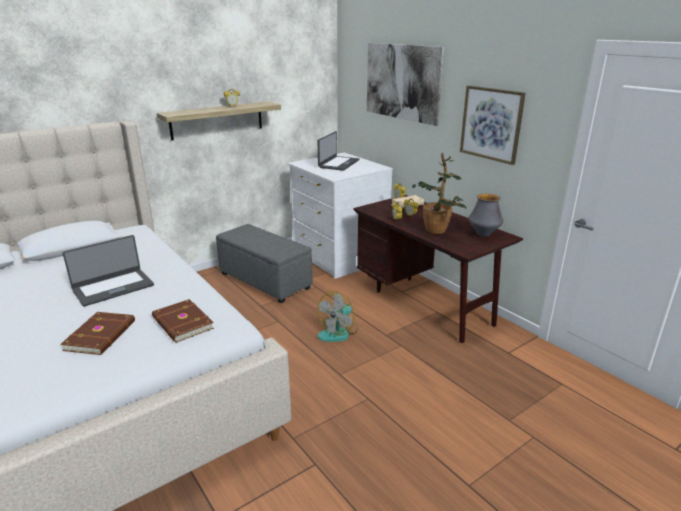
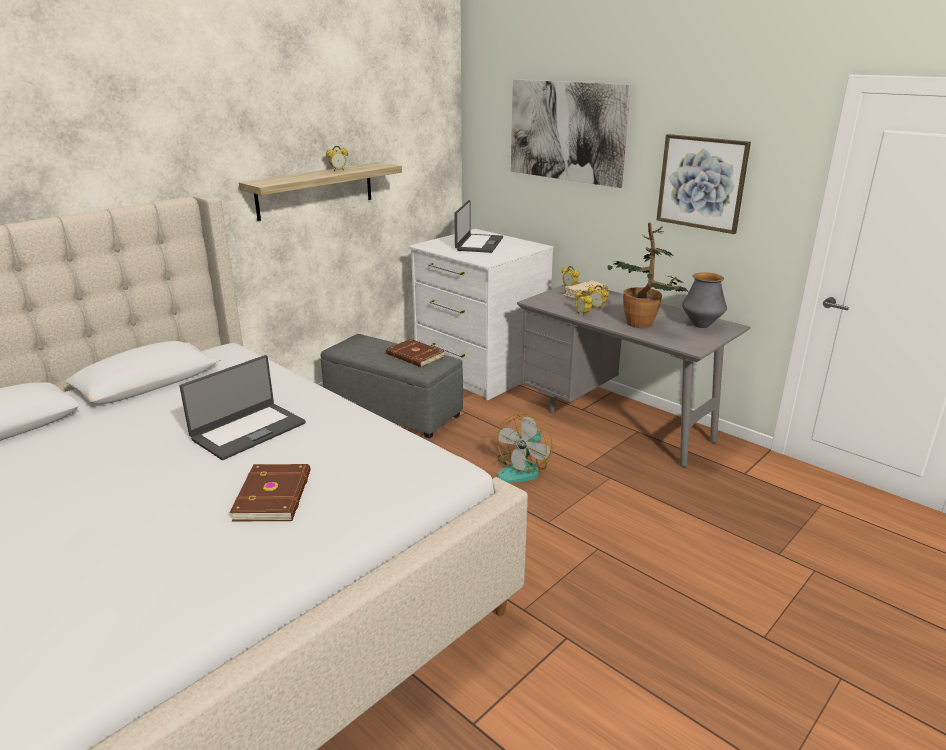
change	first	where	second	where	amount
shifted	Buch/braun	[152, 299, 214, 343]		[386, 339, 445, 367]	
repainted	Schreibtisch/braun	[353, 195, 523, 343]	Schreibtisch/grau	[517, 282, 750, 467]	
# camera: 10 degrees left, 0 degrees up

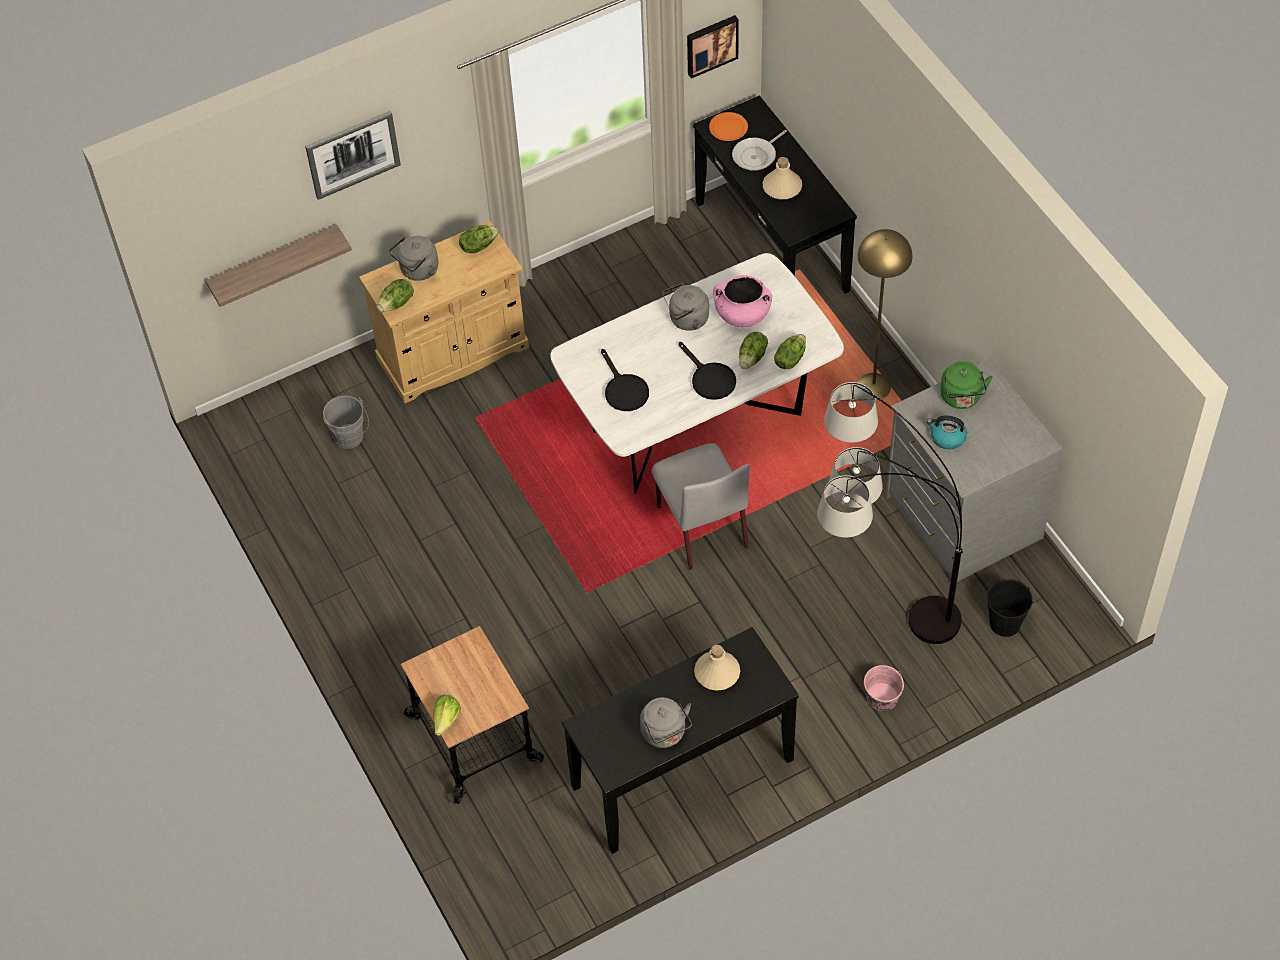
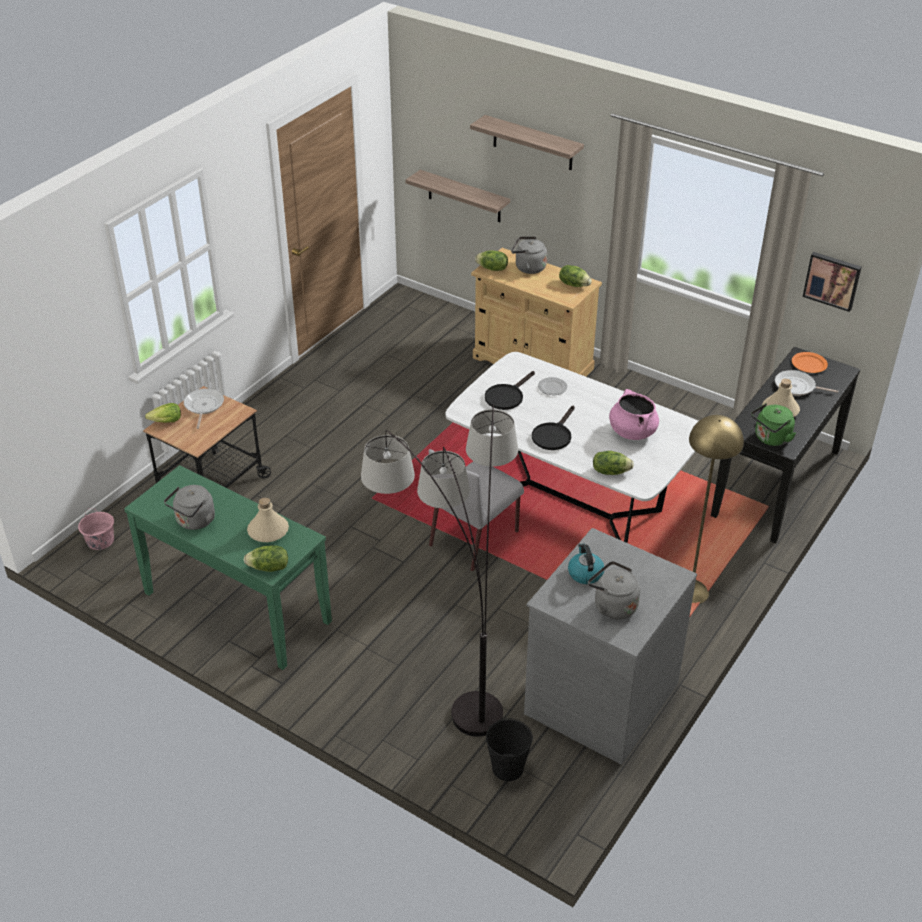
change	first	where	second	where	amount
gone	Eimer/grau	[323, 395, 369, 449]			
new			Pfanne	[184, 388, 224, 429]	
new			Teller	[538, 377, 567, 395]	
shifted	Wasserkessel/grau	[663, 283, 709, 331]		[588, 561, 640, 619]	
shifted	Salatkopf	[739, 332, 768, 370]		[244, 545, 288, 572]	
shifted	Eimer/rosa	[864, 665, 904, 711]		[78, 508, 114, 550]	
shifted	Wasserkessel/grün	[940, 361, 993, 409]		[751, 403, 796, 446]	
swapped	Bild	[305, 111, 401, 200]	Wandregal	[470, 115, 584, 170]	
repainted	Konsolentisch/schwarz	[562, 627, 799, 854]	Konsolentisch/grün	[124, 465, 332, 670]	
# camera: 60 degrees right, 15 degrees down

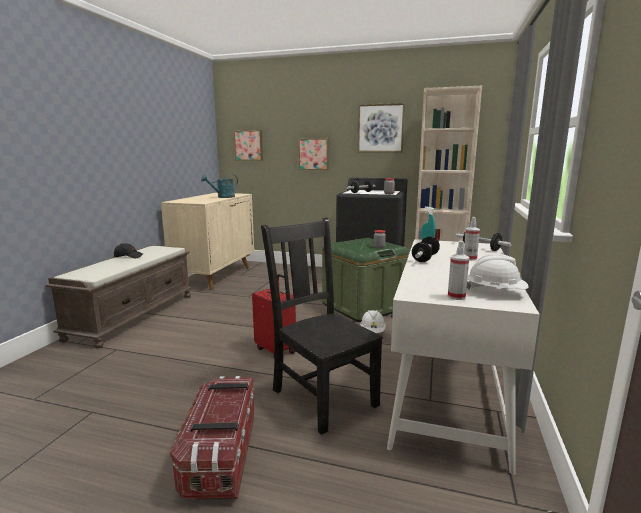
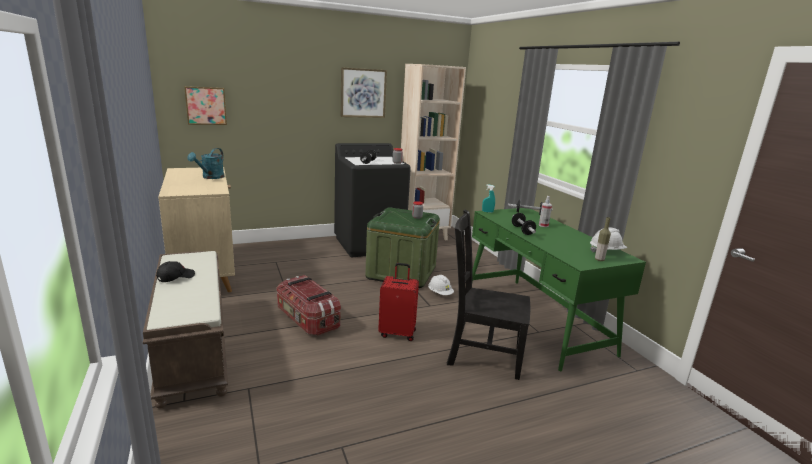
change	first	where	second	where	amount
gone	Bild	[299, 139, 329, 170]			
shifted	Aufbewahrungsbox	[170, 376, 254, 500]		[276, 275, 341, 336]	
swapped	Sprühflasche	[448, 241, 469, 300]	Flasche	[595, 217, 611, 261]	
repainted	Schreibtisch/weiß	[387, 239, 540, 475]	Schreibtisch/grün	[472, 208, 646, 371]	
# camera: 40 degrees left, 5 degrees up

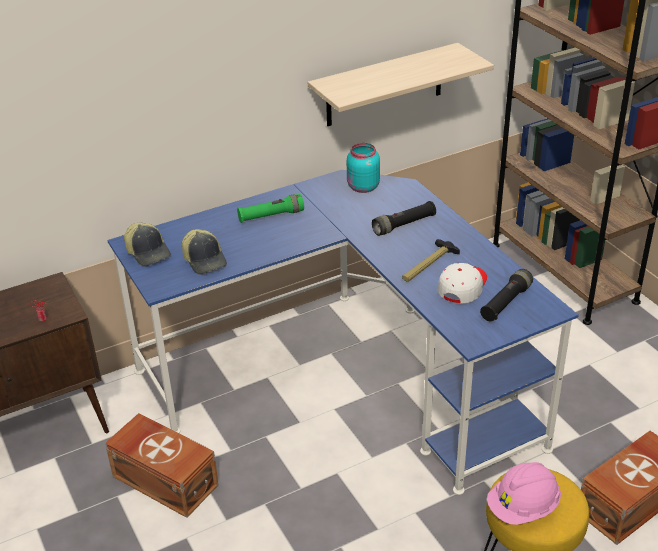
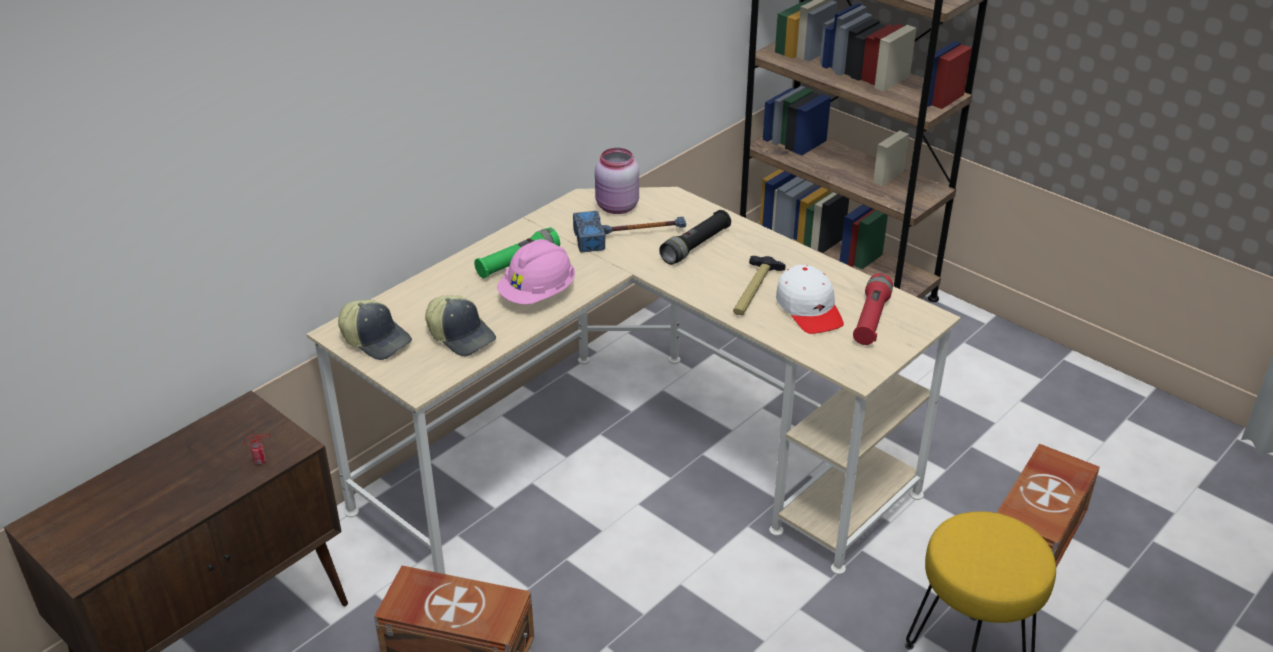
change	first	where	second	where	amount
gone	Wandregal	[308, 43, 494, 126]			
new			Hammer	[573, 211, 686, 253]	
shifted	Schutzhelm/rosa	[487, 462, 561, 525]		[497, 239, 575, 305]	
repainted	Schreibtisch/blau	[107, 170, 579, 495]	Schreibtisch/beige	[307, 187, 961, 574]	
repainted	Vorratsglas/türkis	[347, 143, 380, 193]	Vorratsglas/rosa	[595, 148, 639, 214]	
repainted	Taschenlampe/schwarz	[480, 269, 533, 322]	Taschenlampe/rot	[853, 273, 893, 345]	
rotated	Kappe/weiß	[438, 263, 487, 303]		[776, 265, 844, 334]	150 degrees clockwise
# camera: 20 degrees left, 0 degrees up

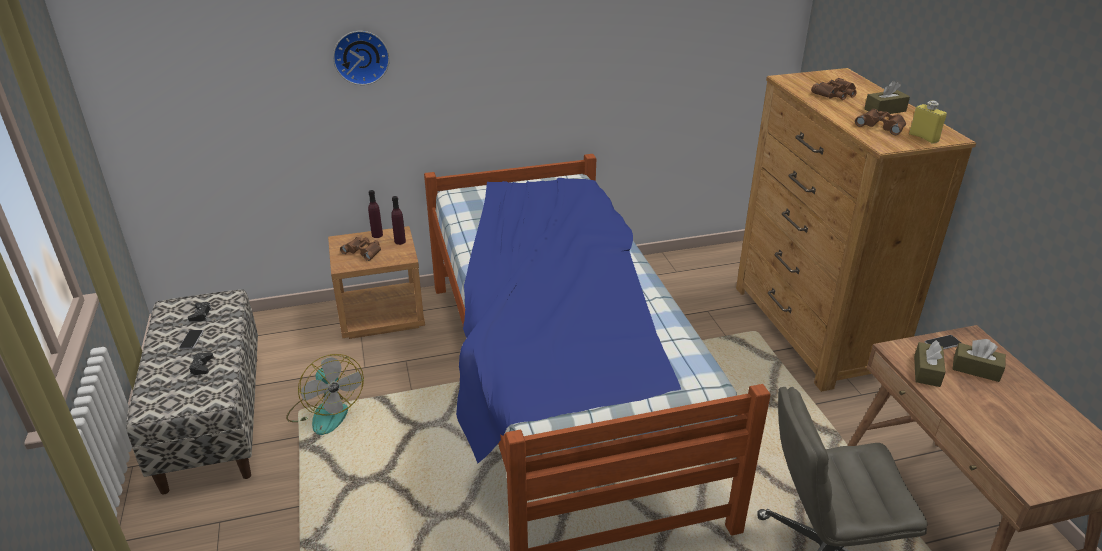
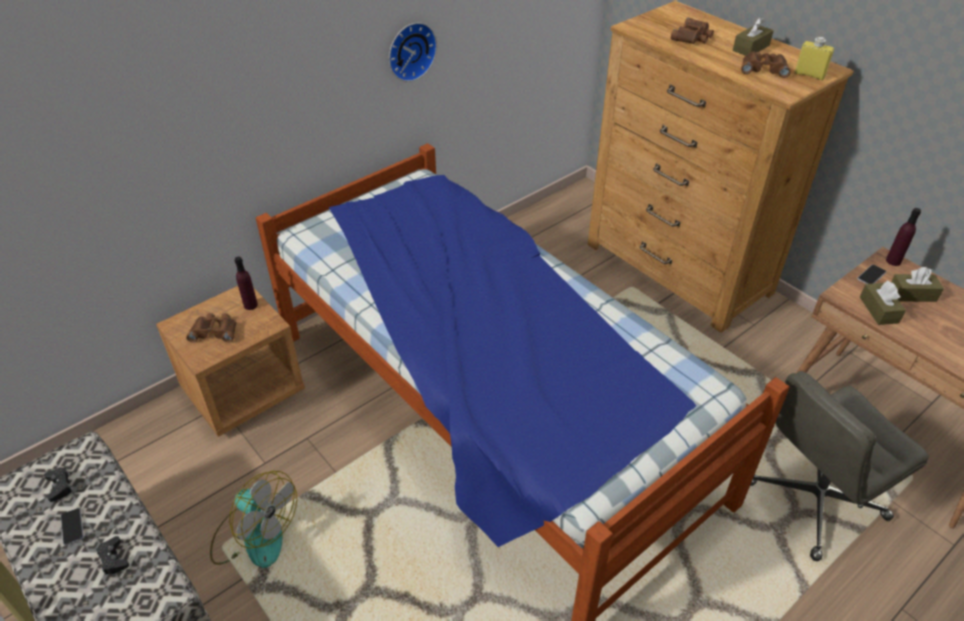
change	first	where	second	where	amount
shifted	Wanduhr	[333, 31, 390, 85]		[389, 23, 437, 82]	
shifted	Flasche/lila	[368, 190, 383, 238]		[886, 208, 921, 266]	
# camera: 25 degrees left, 10 degrees up

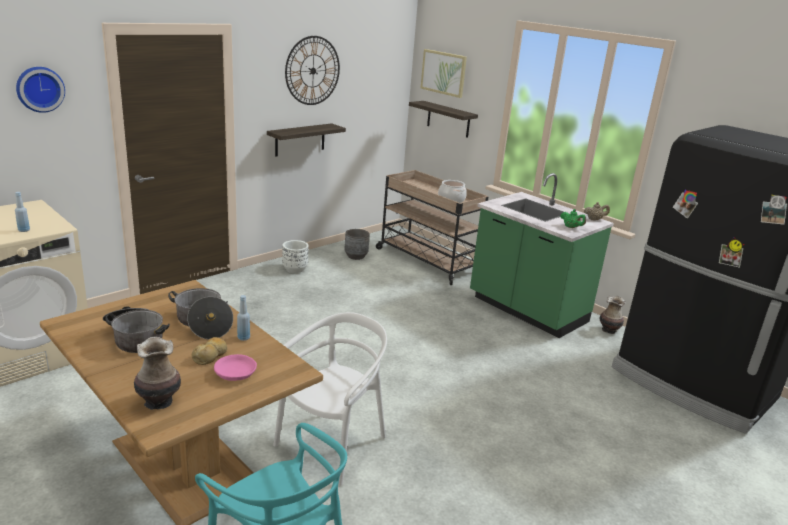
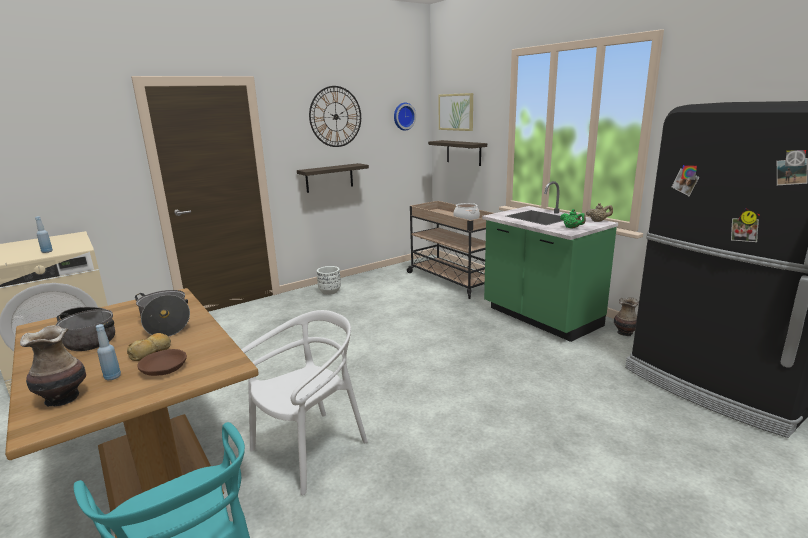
change	first	where	second	where	amount
gone	Pflanzkübel/grau	[345, 229, 370, 260]			
shifted	Wanduhr	[16, 67, 65, 113]		[394, 103, 416, 131]	
shifted	Flasche/blau	[237, 295, 250, 341]		[96, 324, 121, 380]	
repainted	Schüssel/rosa	[214, 354, 257, 381]	Schüssel/braun	[137, 349, 187, 376]	
# camera: 10 degrees right, 5 degrees down

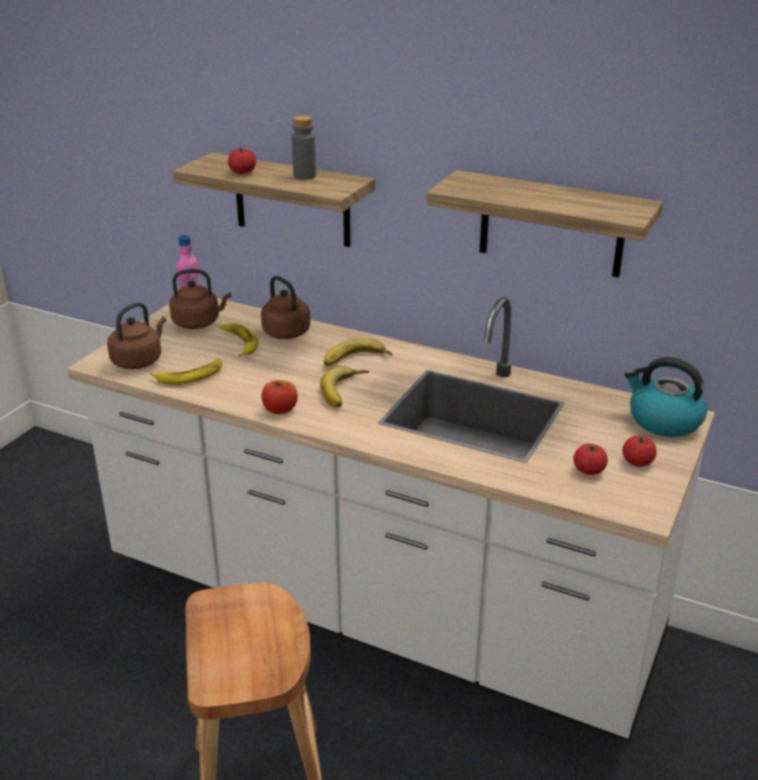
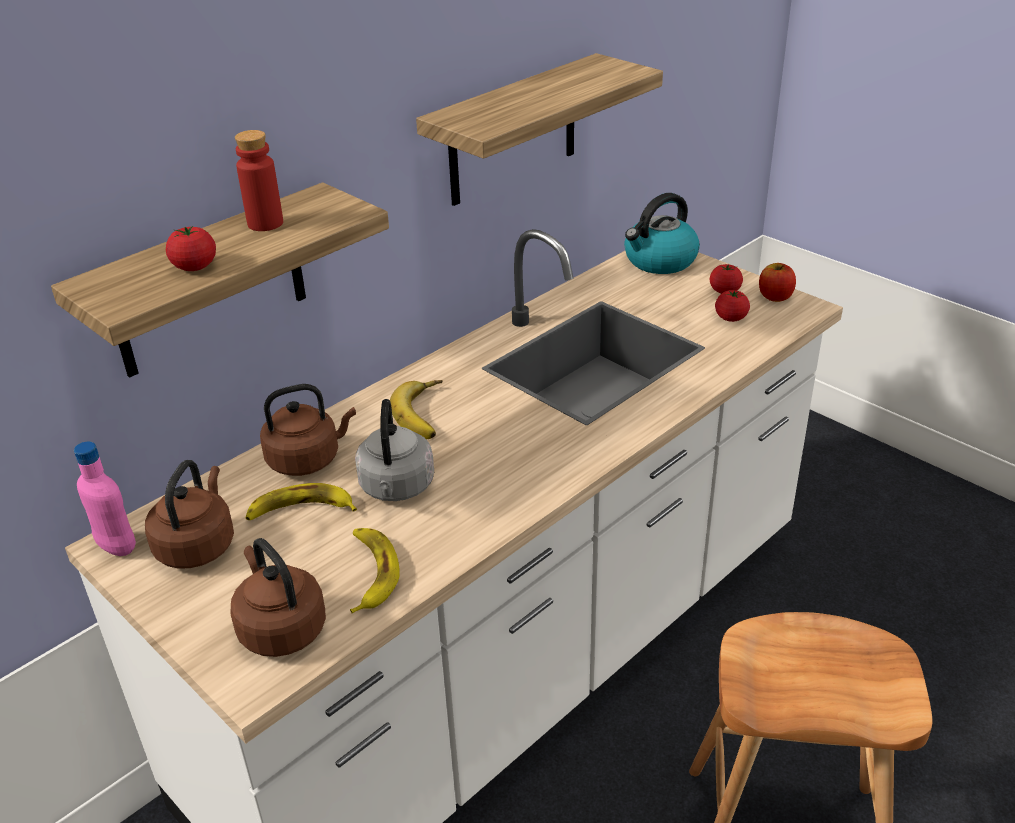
change	first	where	second	where	amount
gone	Banane	[320, 366, 369, 408]			
new			Wasserkessel/grau	[355, 399, 434, 501]	
shifted	Apfel	[262, 380, 298, 414]		[759, 263, 796, 302]	
repainted	Flasche/grau	[292, 116, 316, 180]	Flasche/rot	[235, 130, 283, 231]	
# camera: 70 degrees left, 5 degrees up

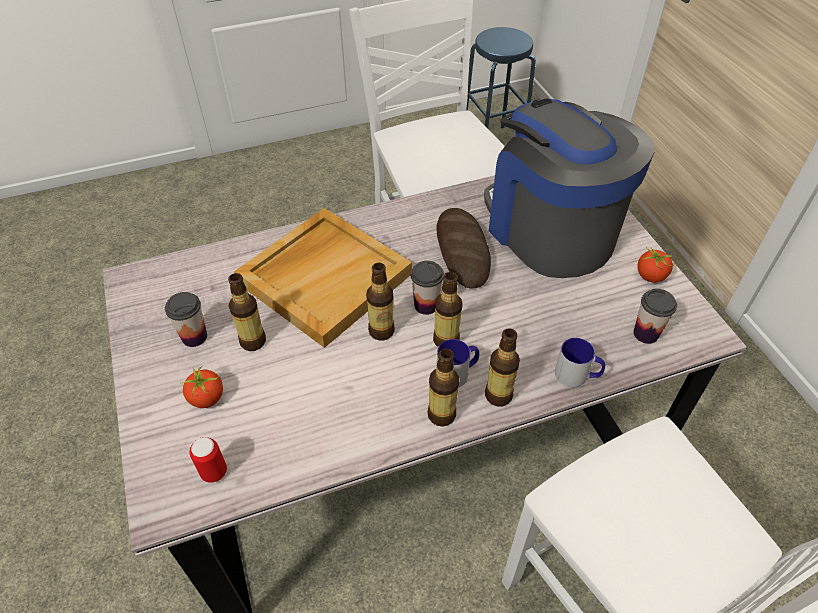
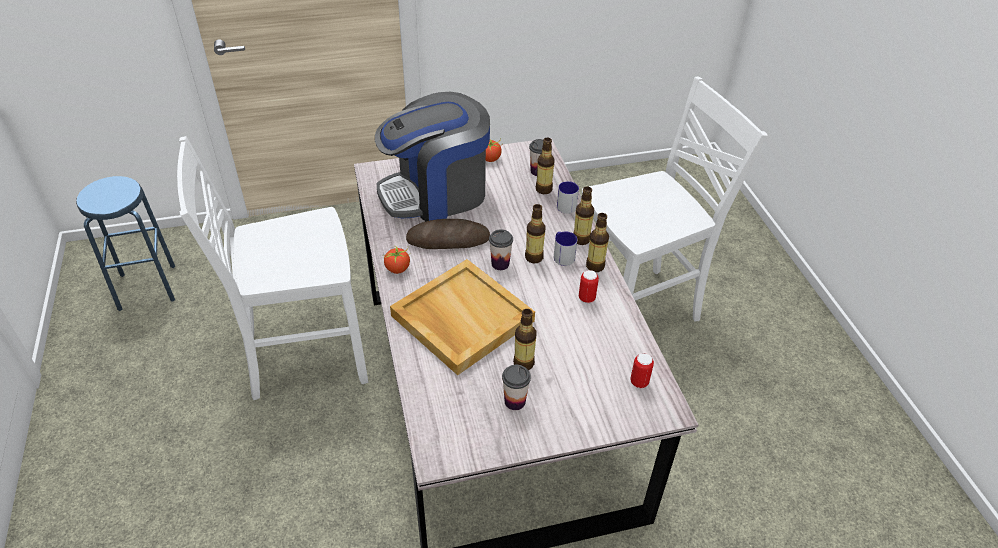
change	first	where	second	where	amount
new			Dose	[579, 270, 599, 303]	
shifted	Tomate	[182, 366, 223, 408]		[382, 247, 410, 274]	
shifted	Flasche	[366, 263, 395, 340]		[536, 137, 555, 194]	
# camera: 85 degrees left, 5 degrees down

